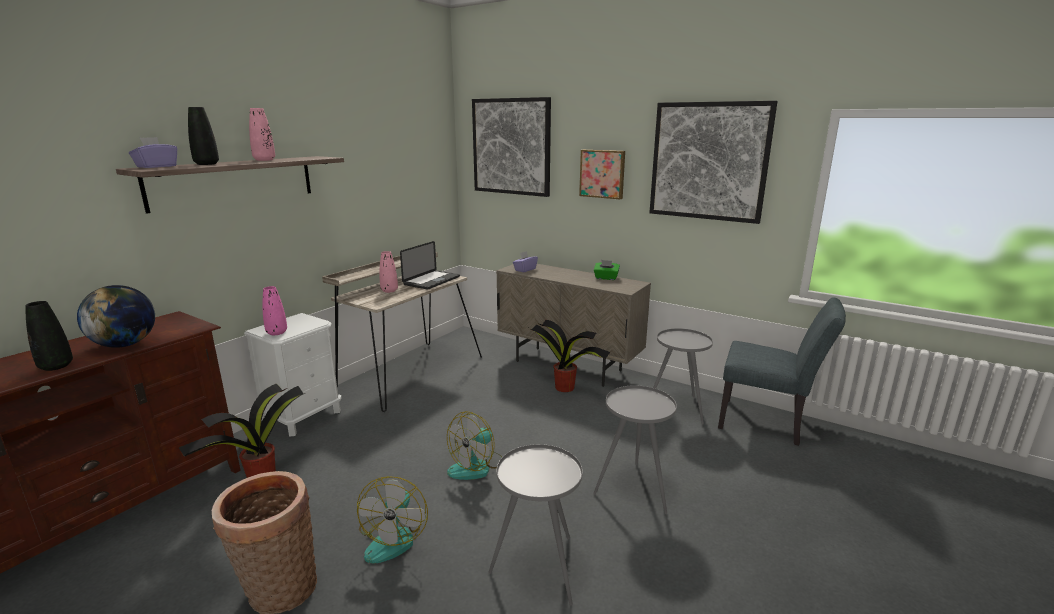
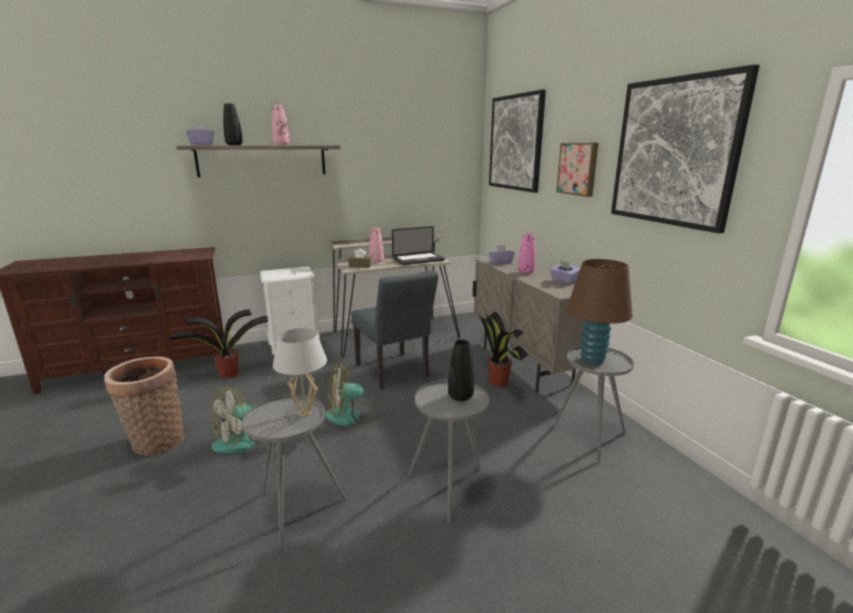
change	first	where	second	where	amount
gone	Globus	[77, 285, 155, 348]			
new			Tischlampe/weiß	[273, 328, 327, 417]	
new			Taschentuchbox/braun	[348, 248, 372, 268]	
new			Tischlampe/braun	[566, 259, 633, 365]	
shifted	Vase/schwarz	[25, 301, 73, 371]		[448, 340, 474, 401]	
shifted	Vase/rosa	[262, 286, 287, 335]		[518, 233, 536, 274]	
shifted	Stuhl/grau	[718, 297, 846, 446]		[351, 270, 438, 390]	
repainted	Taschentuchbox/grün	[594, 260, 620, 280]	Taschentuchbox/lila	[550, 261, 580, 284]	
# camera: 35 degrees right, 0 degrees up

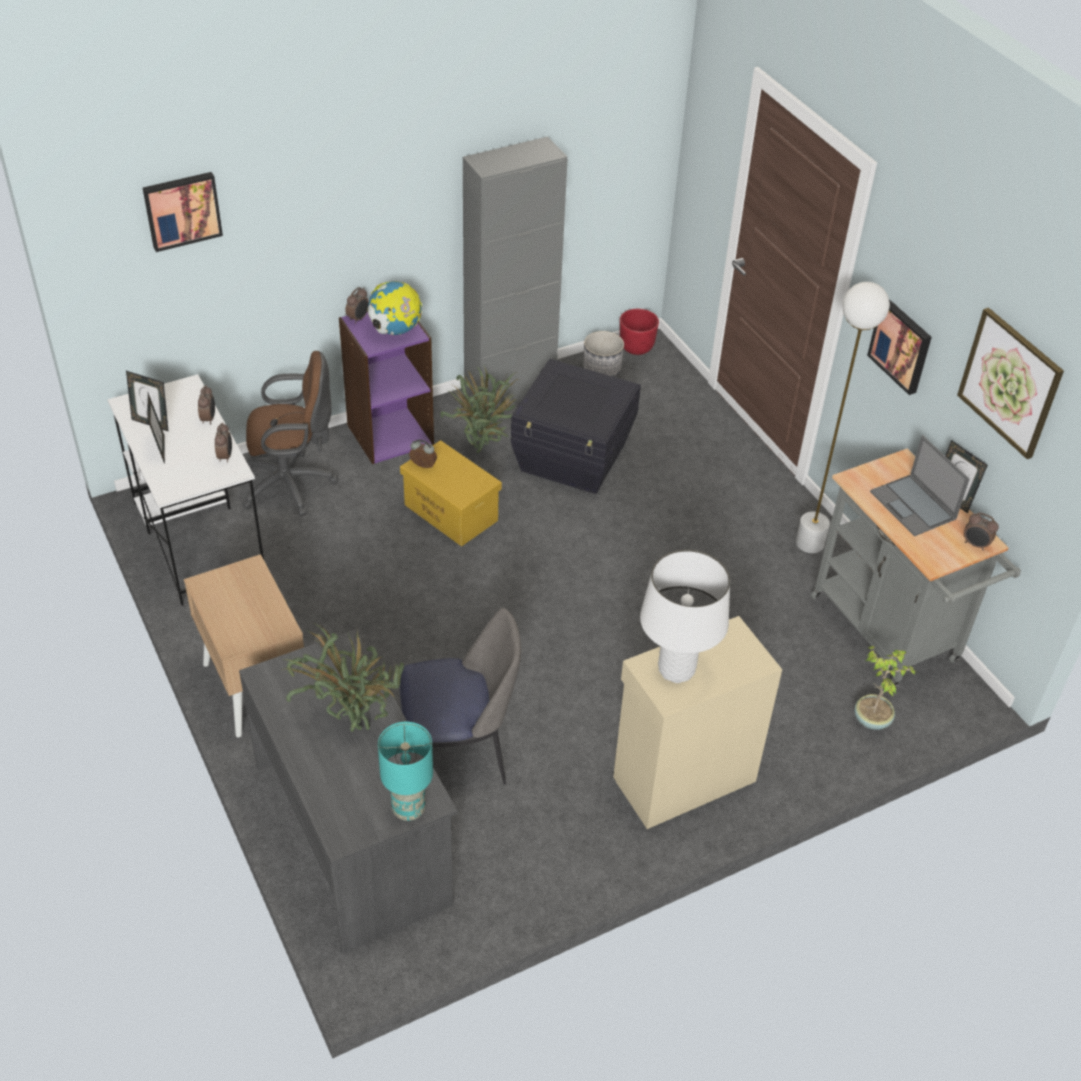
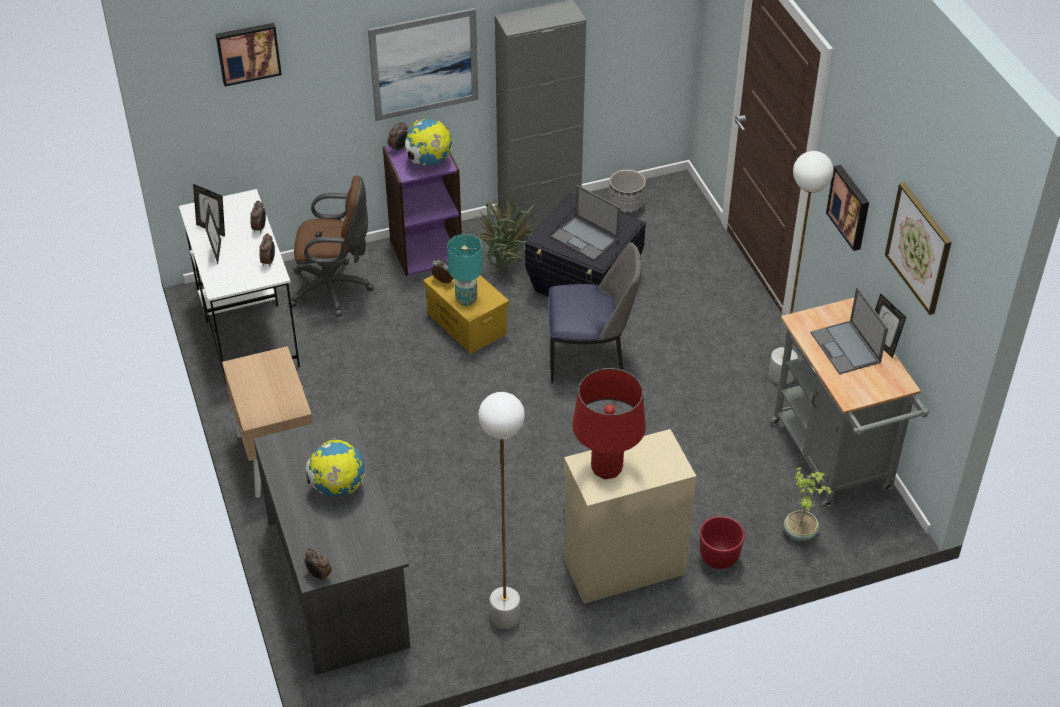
change	first	where	second	where	amount
new			Bild	[368, 8, 478, 121]	
new			Stehlampe/weiß	[478, 392, 525, 629]	
new			Laptop	[551, 185, 621, 260]	
shifted	Tischlampe/türkis	[378, 722, 433, 821]		[447, 234, 482, 305]	
shifted	Stuhl	[400, 607, 521, 785]		[549, 242, 642, 384]	
shifted	Pflanzkübel/rot	[620, 309, 659, 355]		[700, 516, 745, 569]	
shifted	Wecker	[964, 512, 999, 550]		[304, 548, 332, 582]	
swapped	Topfpflanze	[281, 623, 404, 732]	Globus	[306, 438, 365, 497]	
repainted	Tischlampe/weiß	[640, 550, 730, 683]	Tischlampe/rot	[572, 368, 646, 479]	
# camera: 10 degrees right, 0 degrees up

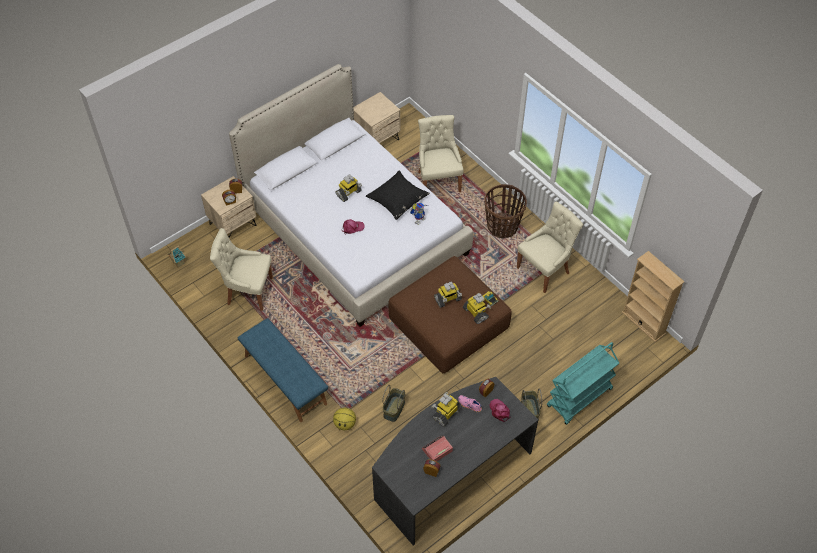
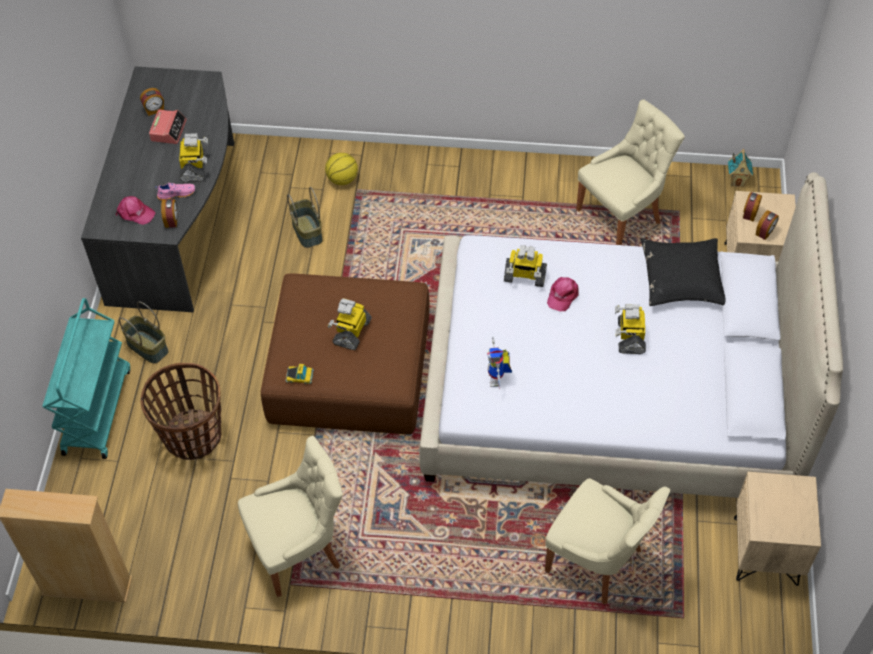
change	first	where	second	where	amount
gone	Bank/blau	[238, 318, 328, 422]			
shifted	Kissen/schwarz	[366, 170, 430, 220]		[641, 238, 726, 306]	
shifted	Spielzeugroboter	[463, 293, 491, 324]		[504, 245, 547, 287]	
shifted	Korb	[484, 184, 527, 238]		[140, 363, 221, 460]	
rotated	Stuhl/beige	[517, 201, 583, 293]		[238, 436, 343, 597]	120 degrees counterclockwise
# camera: 135 degrees right, 0 degrees up

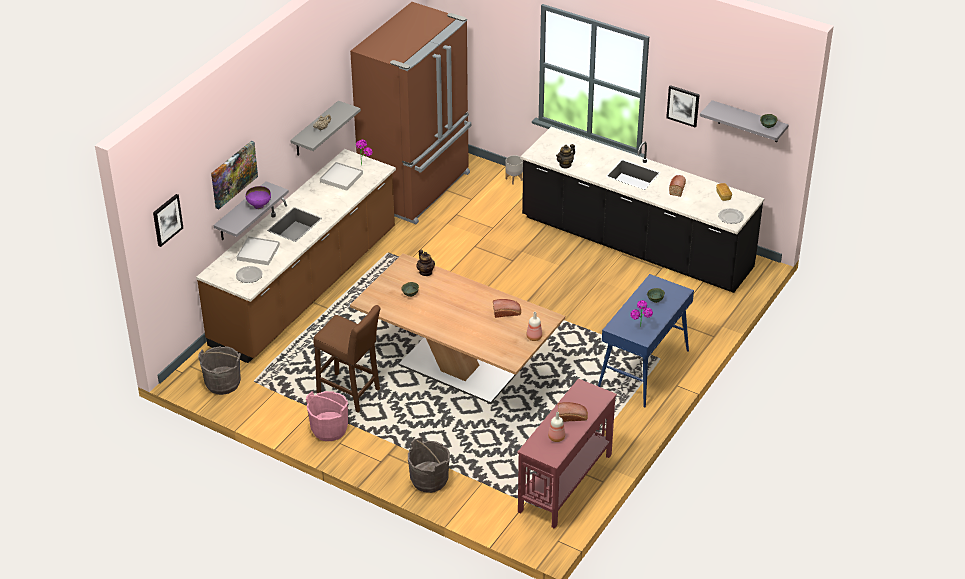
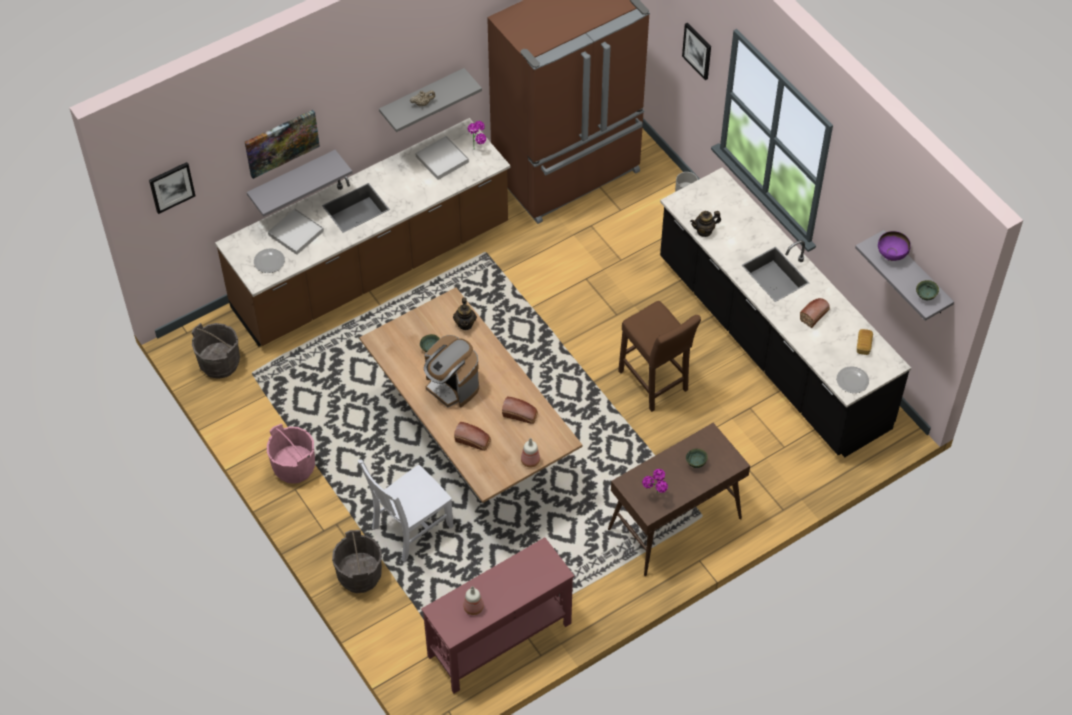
change	first	where	second	where	amount
new			Stuhl/weiß	[358, 460, 454, 562]	
new			Kaffeemaschine	[424, 335, 479, 408]	
shifted	Schüssel/lila	[245, 186, 271, 209]		[878, 231, 911, 261]	
shifted	Hocker/braun	[313, 305, 380, 413]		[618, 301, 701, 412]	
shifted	Brot	[558, 402, 588, 422]		[454, 422, 491, 451]	
shifted	Bild	[666, 85, 700, 128]		[682, 22, 711, 80]	
repainted	Konsolentisch/blau	[598, 274, 694, 408]	Konsolentisch/braun	[608, 423, 750, 576]	
# camera: 25 degrees right, 15 degrees up

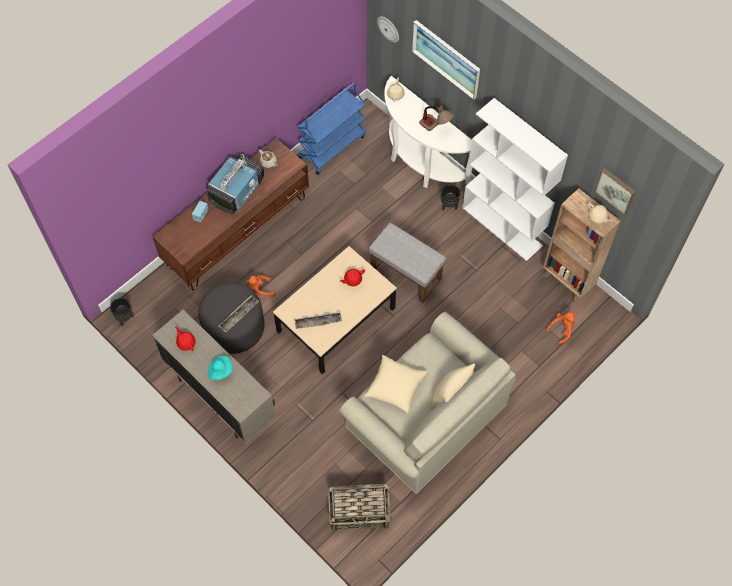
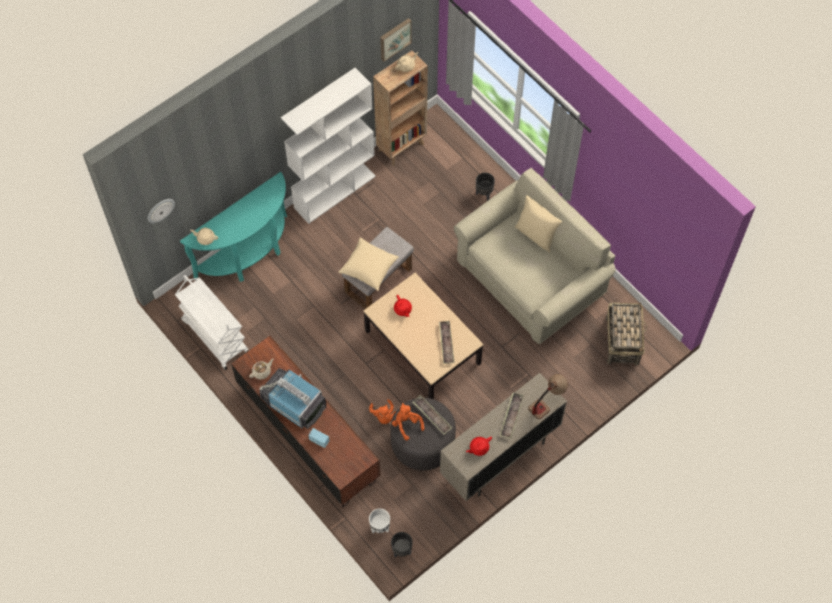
change	first	where	second	where	amount
gone	Bild	[412, 20, 480, 100]			
new			Pflanzkübel/weiß	[369, 508, 390, 533]	
shifted	Kissen/beige	[364, 355, 428, 413]		[339, 238, 399, 291]	
shifted	Tischlampe	[419, 105, 454, 131]		[528, 374, 568, 419]	
shifted	Pflanzkübel/schwarz	[441, 185, 461, 211]		[476, 173, 495, 200]	
shifted	Plüschtier/orange	[546, 312, 577, 344]		[392, 403, 424, 440]	
swapped	Hut/türkis	[208, 355, 233, 380]	Tablett	[500, 392, 524, 439]	
repainted	Rollwagen/blau	[298, 83, 366, 175]	Rollwagen/weiß	[175, 275, 249, 370]	
repainted	Konsolentisch/weiß	[384, 76, 472, 188]	Konsolentisch/türkis	[180, 172, 287, 282]	
# camera: 85 degrees left, 0 degrees up

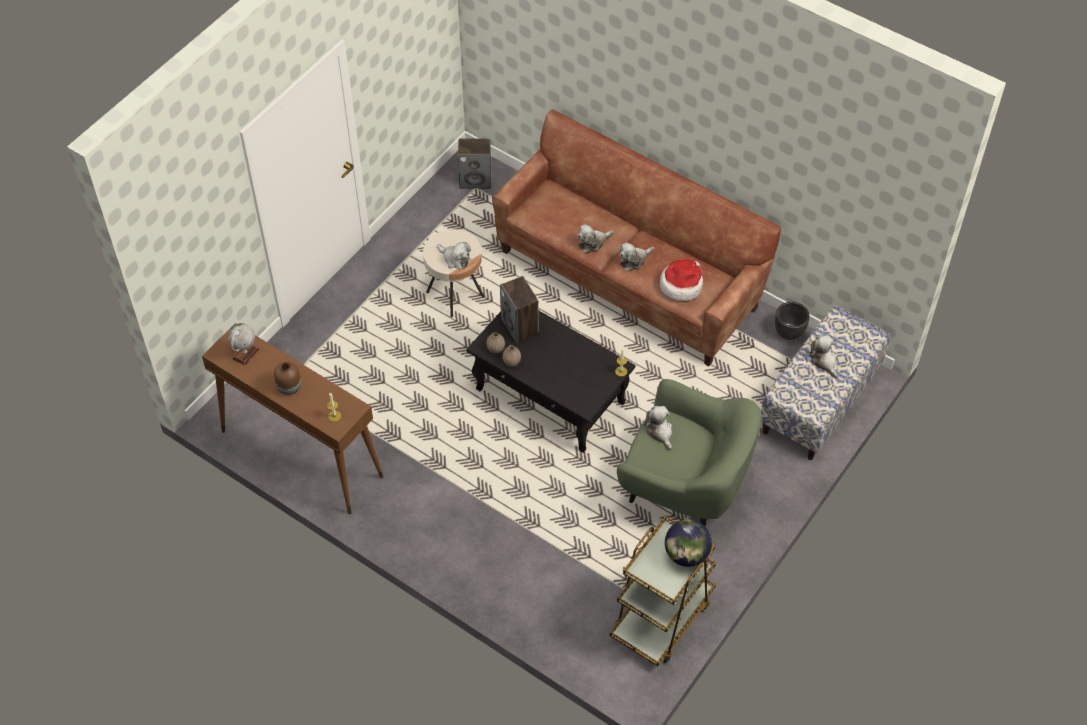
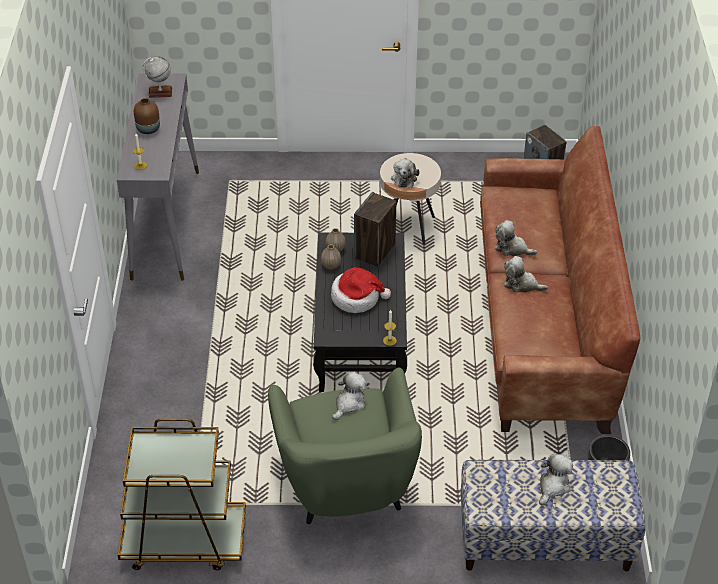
change	first	where	second	where	amount
gone	Globus	[665, 519, 712, 567]			
shifted	Hut	[660, 259, 703, 301]		[331, 267, 391, 313]	
repainted	Konsolentisch/braun	[202, 323, 383, 514]	Konsolentisch/grau	[117, 73, 199, 281]	
# camera: 55 degrees right, 10 degrees down

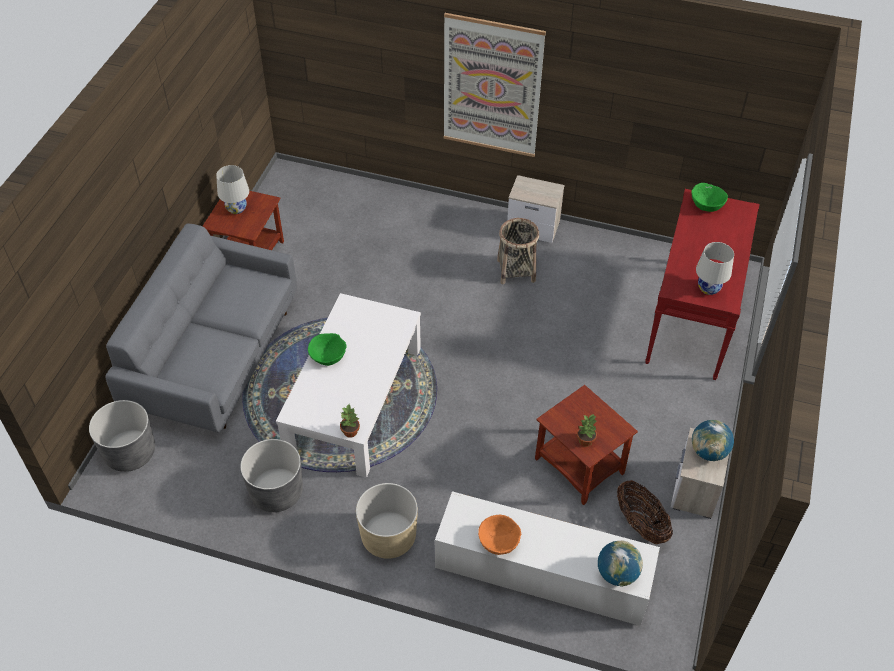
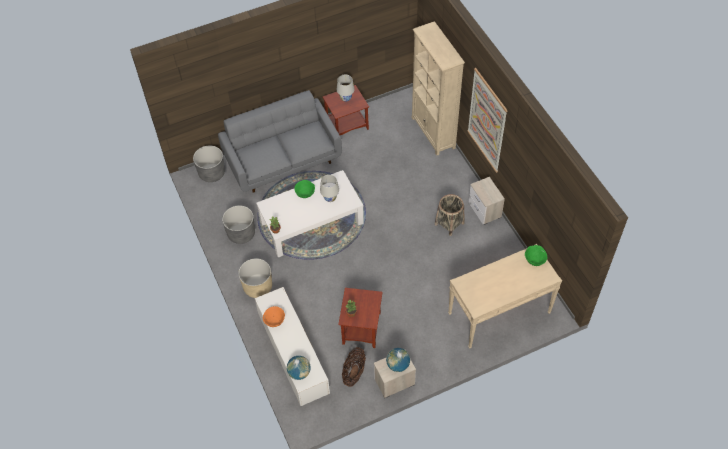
change	first	where	second	where	amount
new			Bücherregal/beige	[412, 21, 465, 156]	
shifted	Tischlampe/weiß	[696, 242, 734, 295]		[320, 175, 339, 202]	
repainted	Konsolentisch/rot	[645, 189, 760, 380]	Konsolentisch/beige	[448, 244, 562, 349]	
# camera: 50 degrees right, 5 degrees up

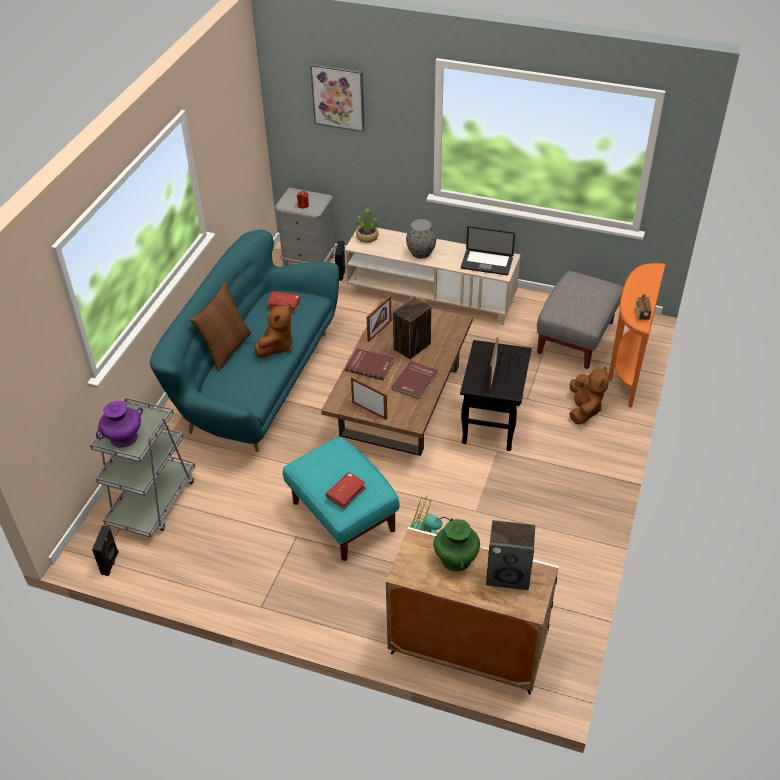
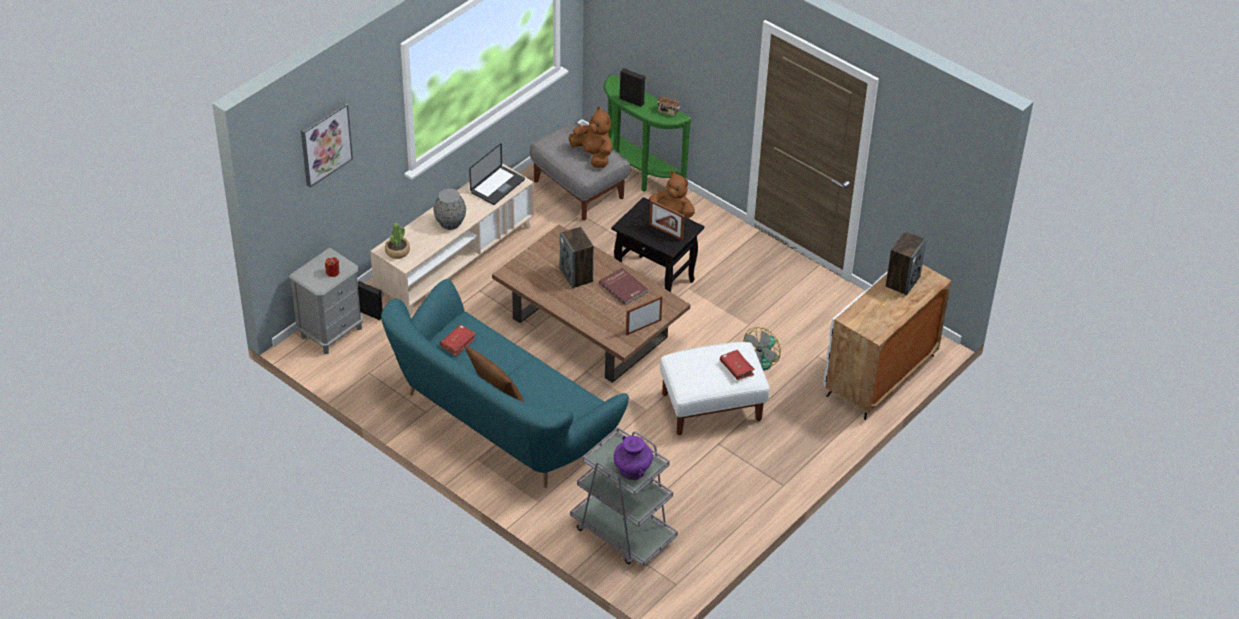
change	first	where	second	where	amount
gone	Buch/rot	[345, 348, 394, 380]			
gone	Bilderrahmen	[367, 296, 392, 342]			
gone	Vase/grün	[433, 518, 480, 571]			
shifted	Lautsprecher/schwarz	[92, 525, 119, 576]		[620, 68, 646, 107]	
shifted	Plüschtier/braun	[254, 304, 292, 357]		[569, 106, 612, 168]	
repainted	Polsterhocker/türkis	[283, 437, 400, 561]	Polsterhocker/weiß	[660, 342, 770, 435]	
repainted	Konsolentisch/orange	[609, 263, 665, 408]	Konsolentisch/grün	[604, 74, 692, 192]	
# camera: 70 degrees left, 0 degrees up

